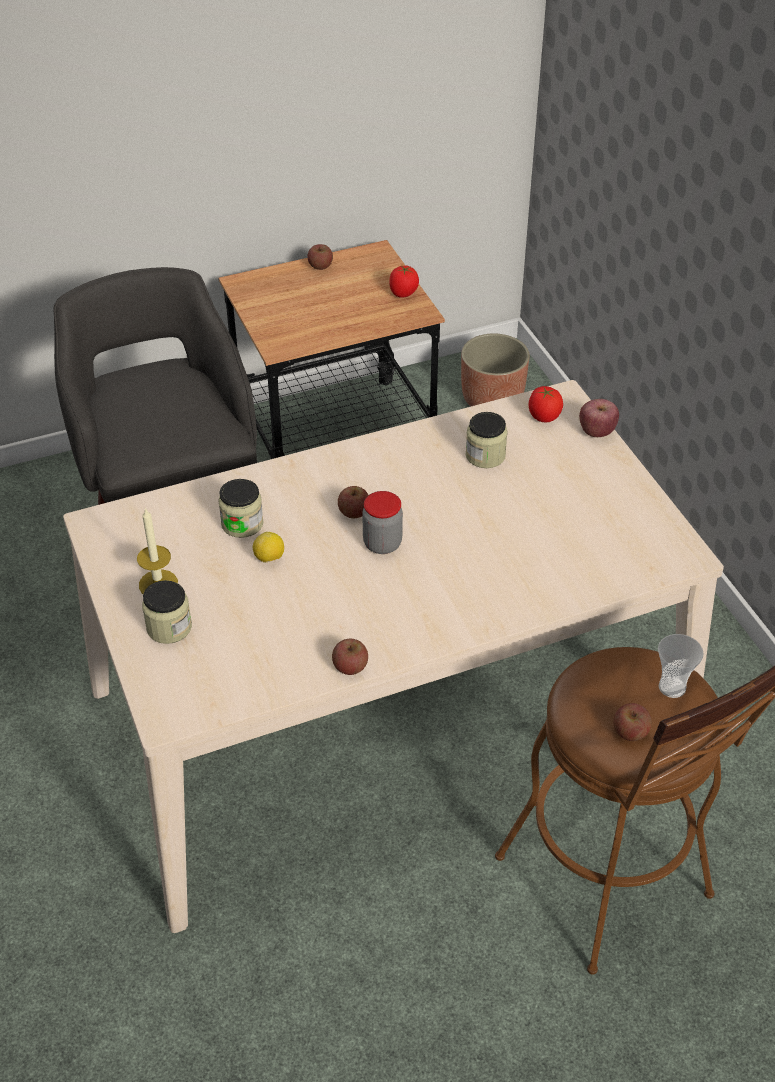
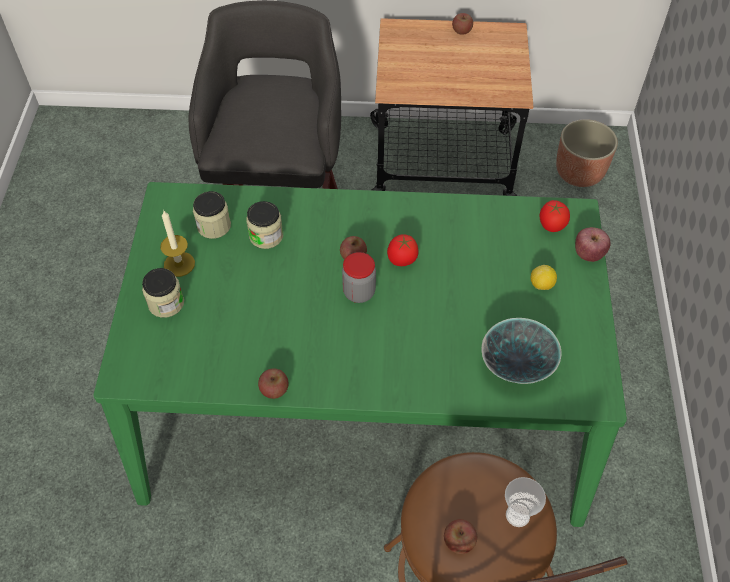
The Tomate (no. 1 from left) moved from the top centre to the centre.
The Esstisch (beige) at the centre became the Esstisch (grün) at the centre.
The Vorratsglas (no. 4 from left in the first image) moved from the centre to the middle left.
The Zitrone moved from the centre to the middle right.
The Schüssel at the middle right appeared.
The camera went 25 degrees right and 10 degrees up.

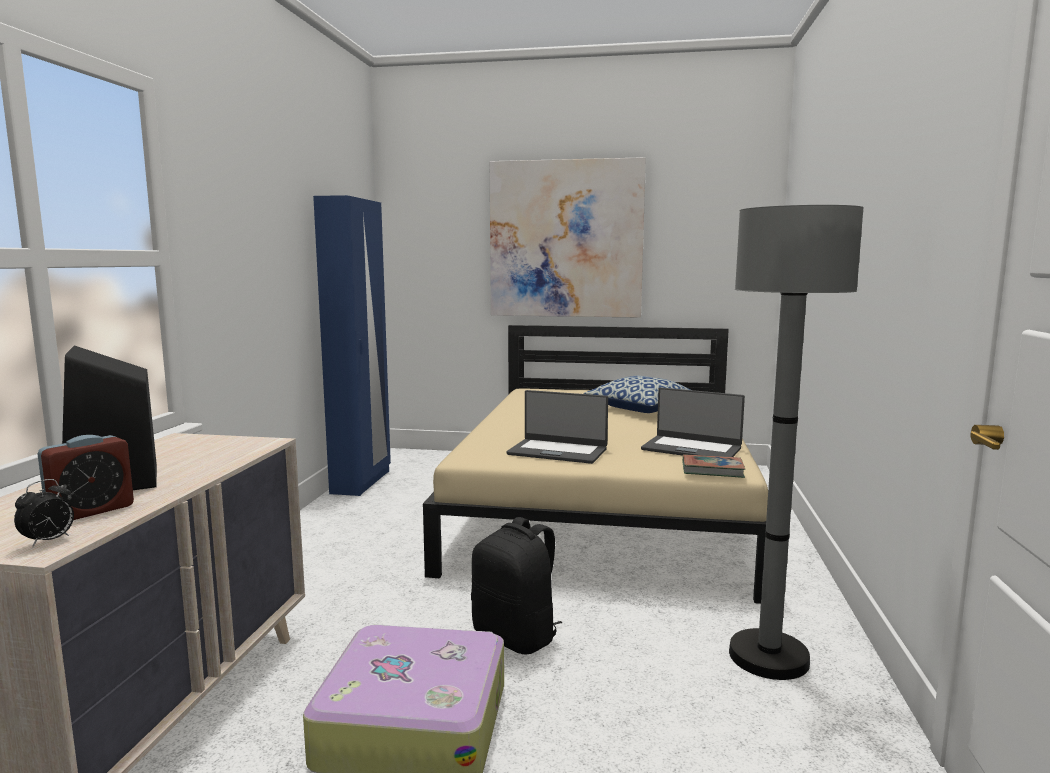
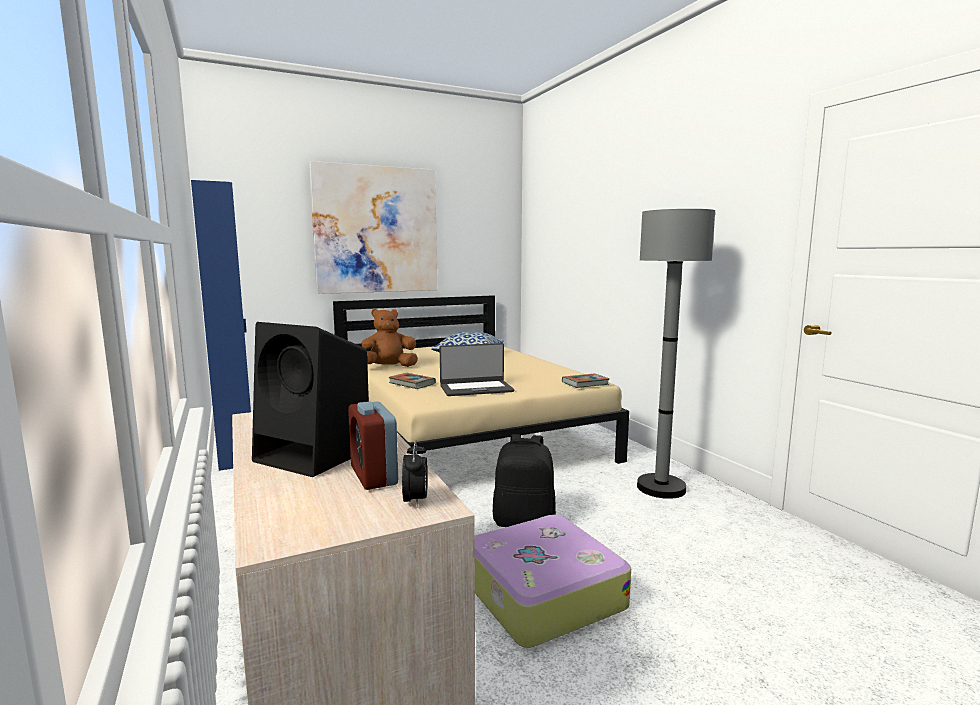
The Laptop (no. 2 from left) at the centre disappeared.
The Wecker (no. 2 from left in the first image) at the middle left turned 150 degrees clockwise.
The Plüschtier (braun) at the centre appeared.
The Buch (no. 1 from left) at the centre appeared.
The camera went 35 degrees left and 0 degrees up.

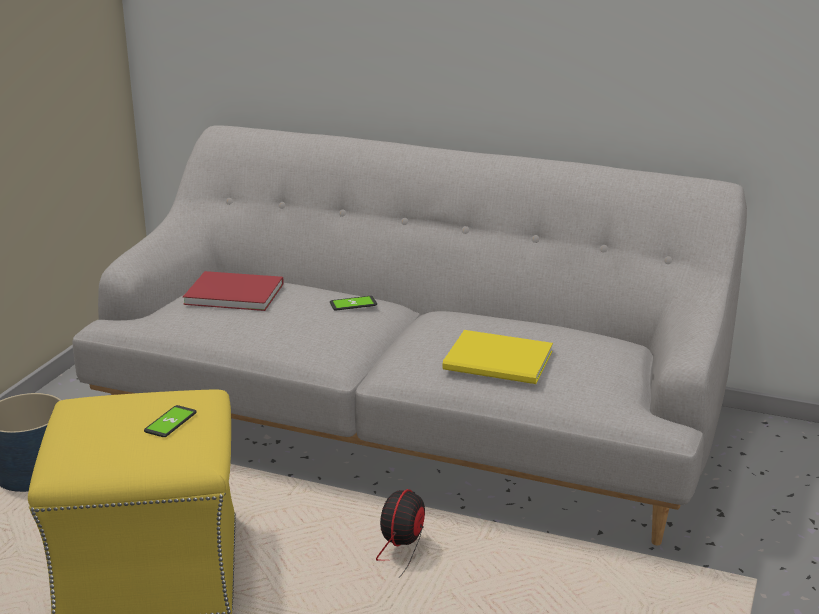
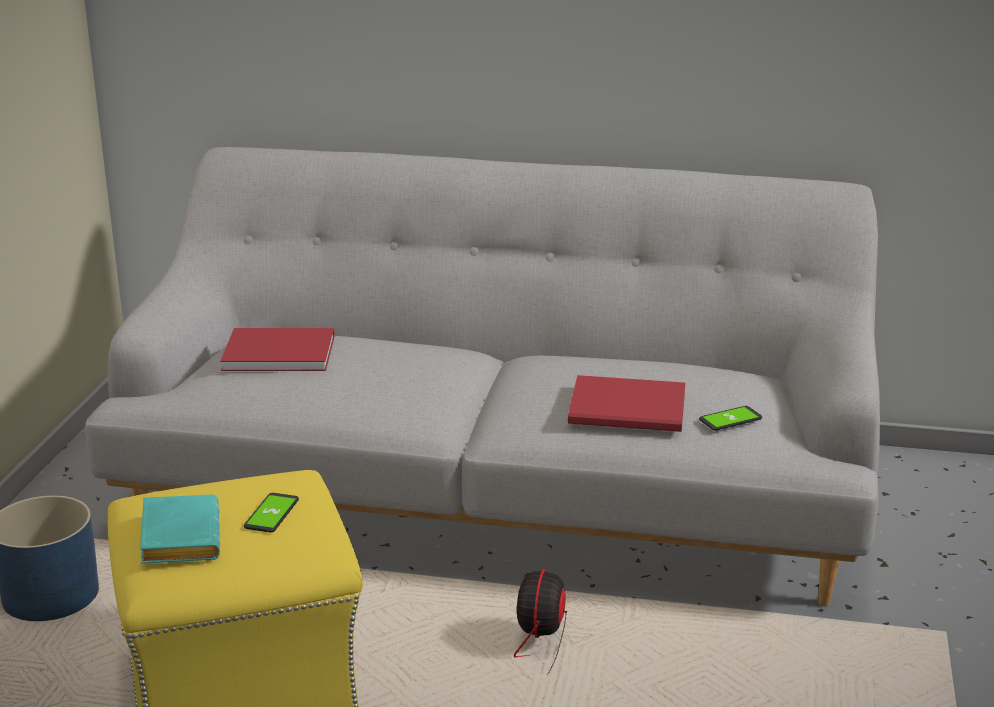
The Handy (no. 2 from left) moved from the centre to the middle right.
The Buch (gelb) at the centre became the Buch (rot) (no. 2 from left) at the centre.
The Buch (türkis) at the bottom left appeared.
The camera went 10 degrees left and 0 degrees up.

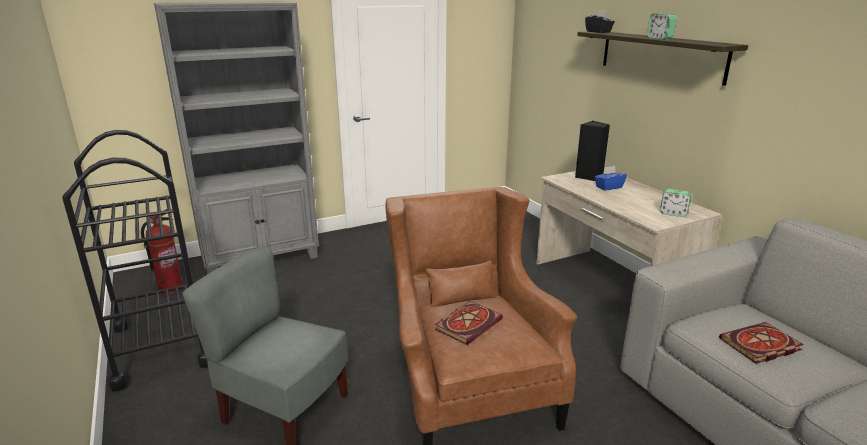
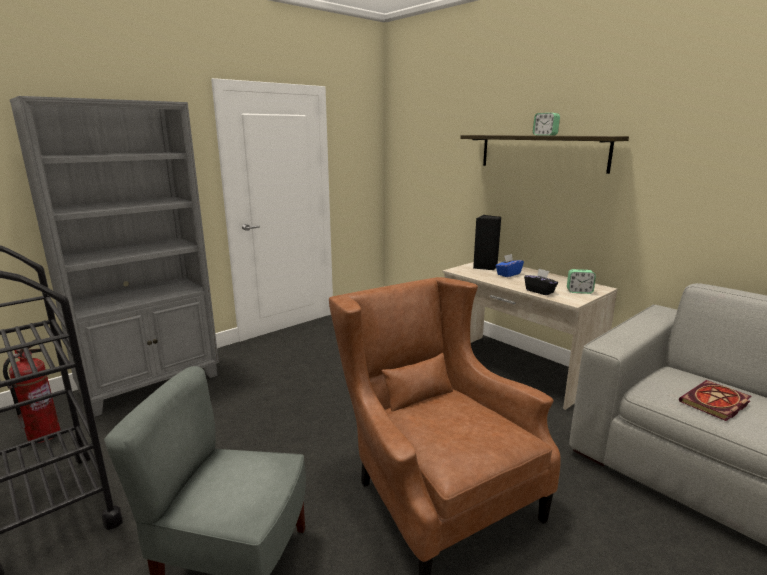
The Taschentuchbox (schwarz) moved from the top right to the middle right.
The Buch (no. 1 from left) at the bottom centre disappeared.
The camera went 15 degrees left and 5 degrees down.

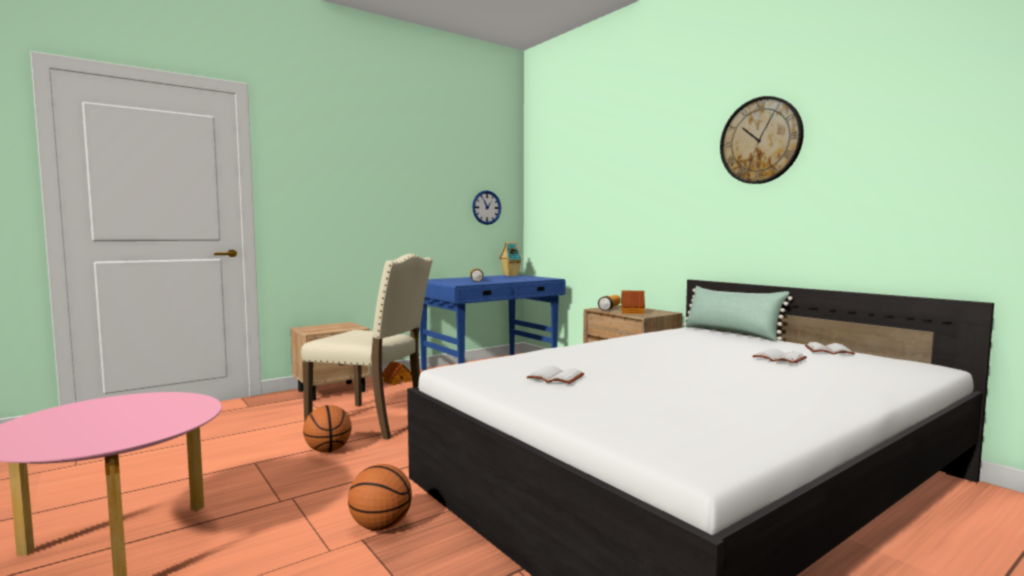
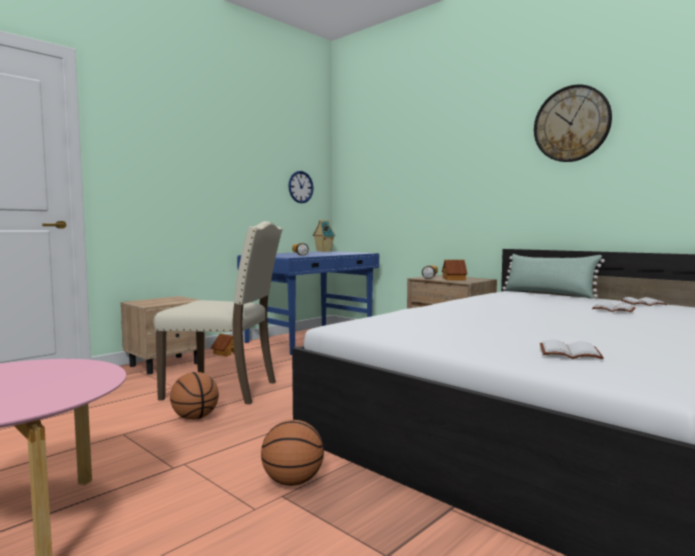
The Buch (weiß) (no. 1 from left) moved from the centre to the middle right.
The camera went 10 degrees left and 0 degrees up.

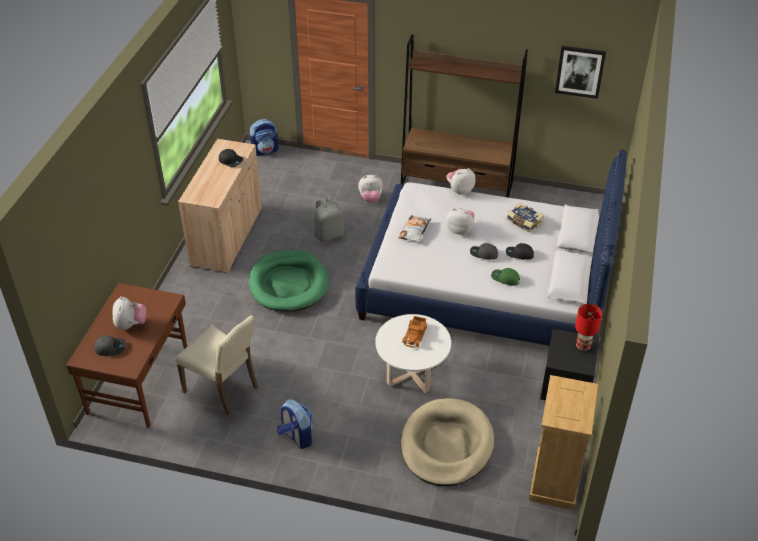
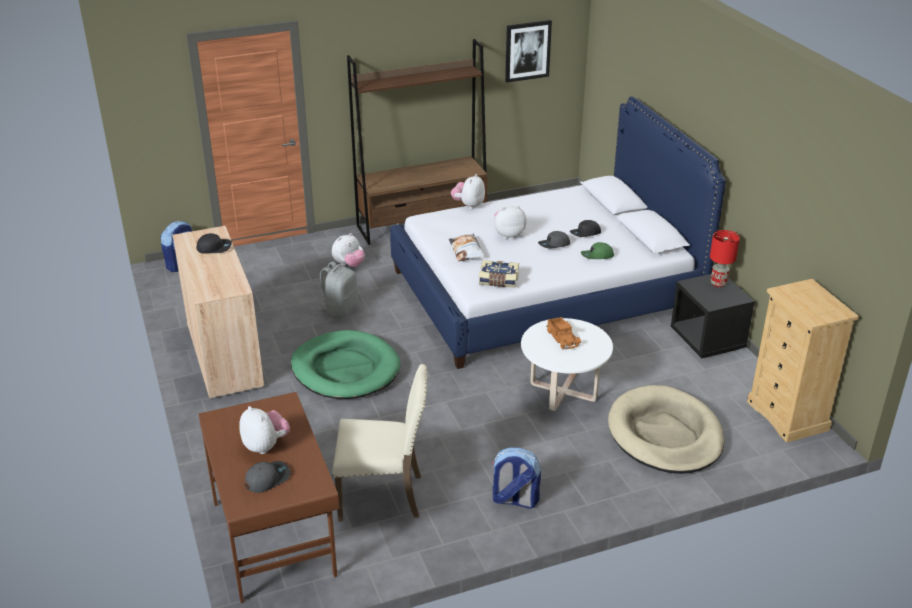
The Buch moved from the middle right to the centre.
The camera went 35 degrees left and 10 degrees down.

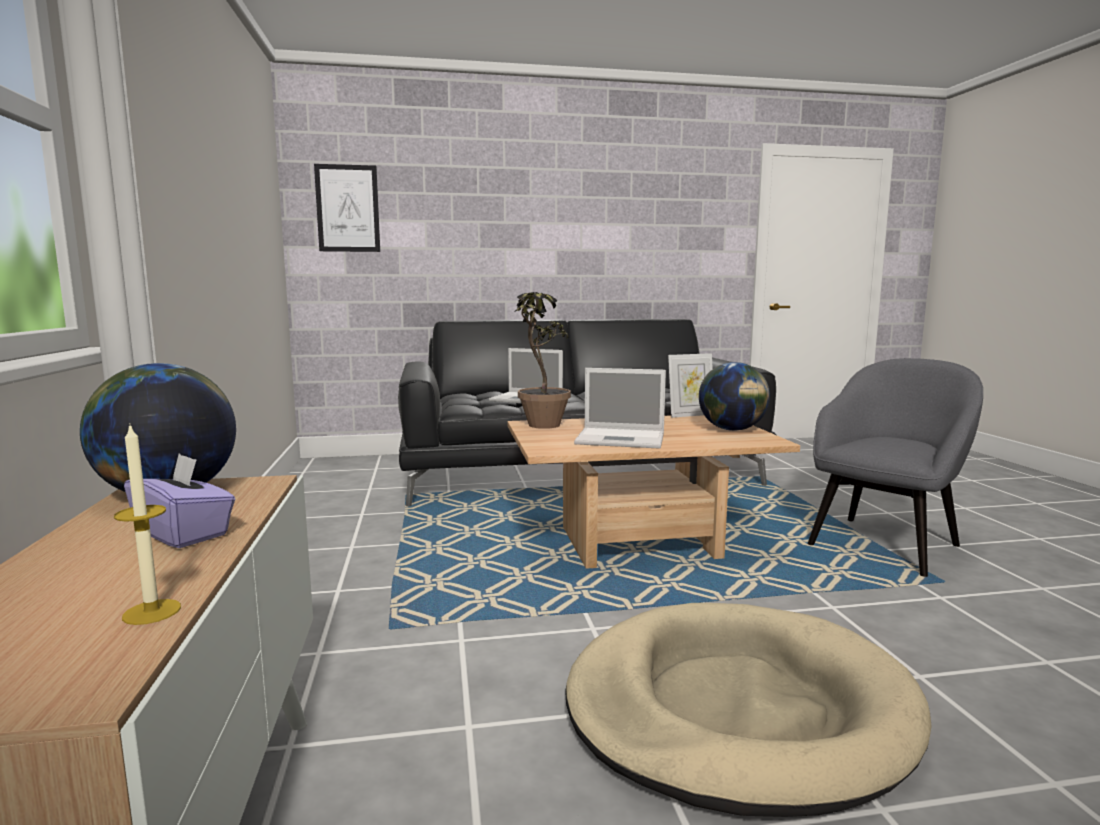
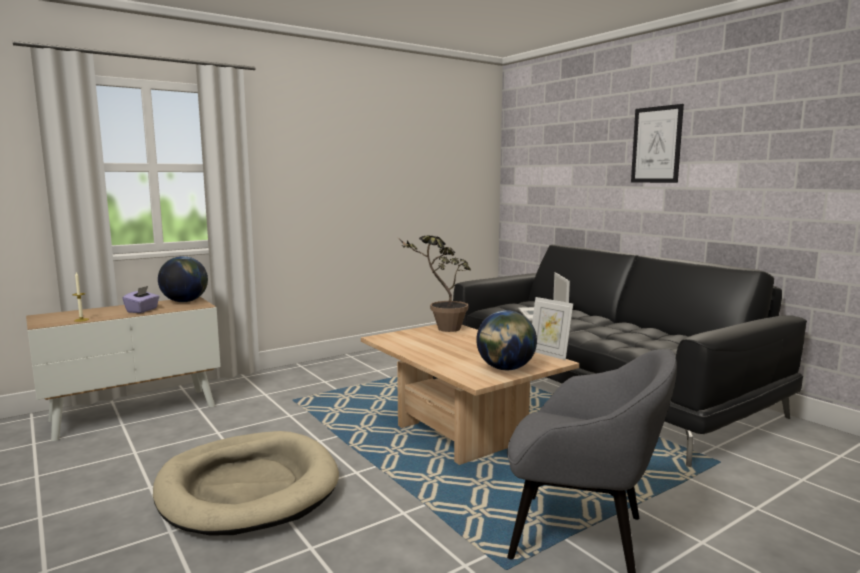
The Bild moved from the top left to the top right.
The Laptop (no. 2 from left) at the centre disappeared.
The camera went 65 degrees right and 0 degrees up.

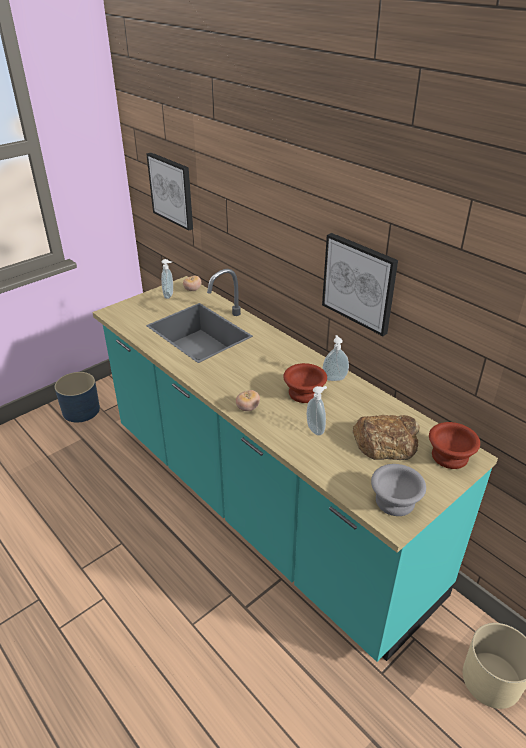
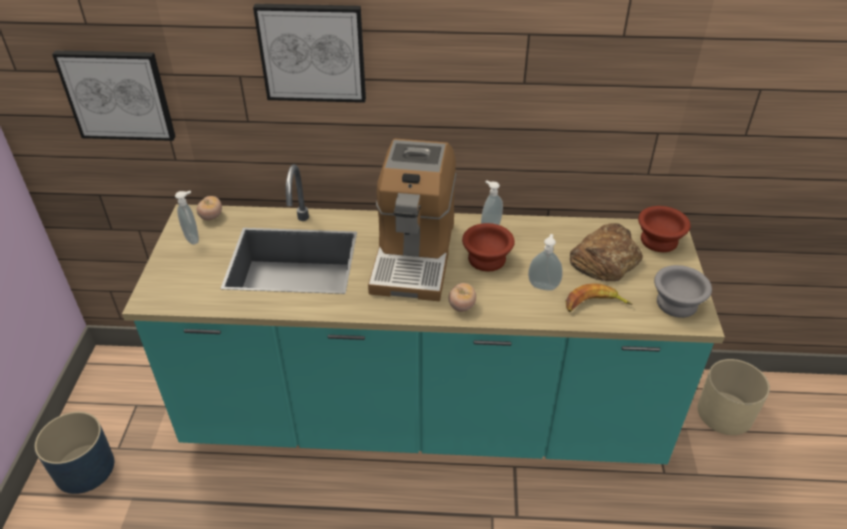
The Bild (no. 2 from left) moved from the middle right to the top centre.
The Kaffeemaschine at the centre appeared.
The Banane at the middle right appeared.
The camera went 45 degrees left and 5 degrees up.

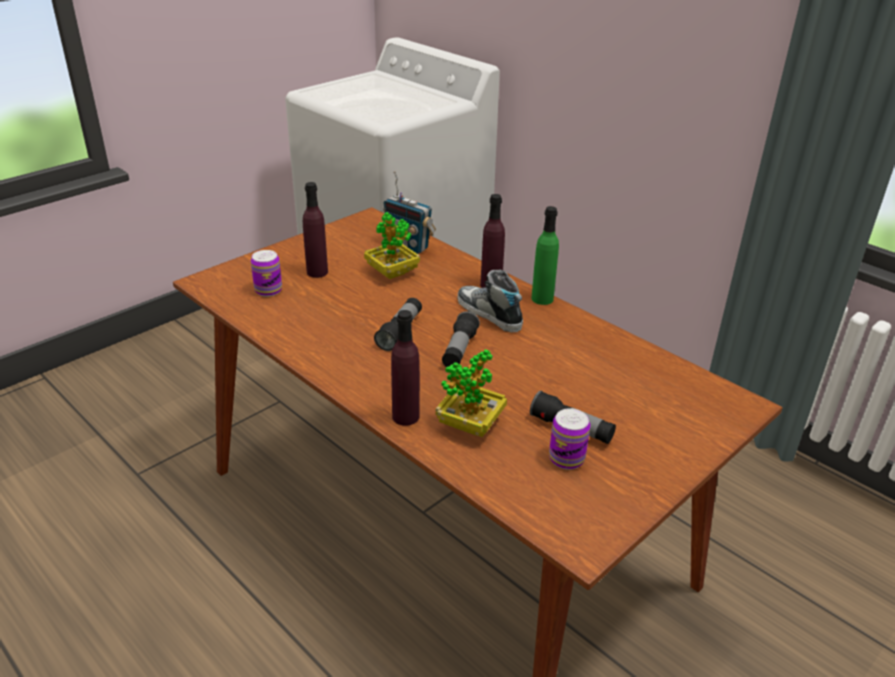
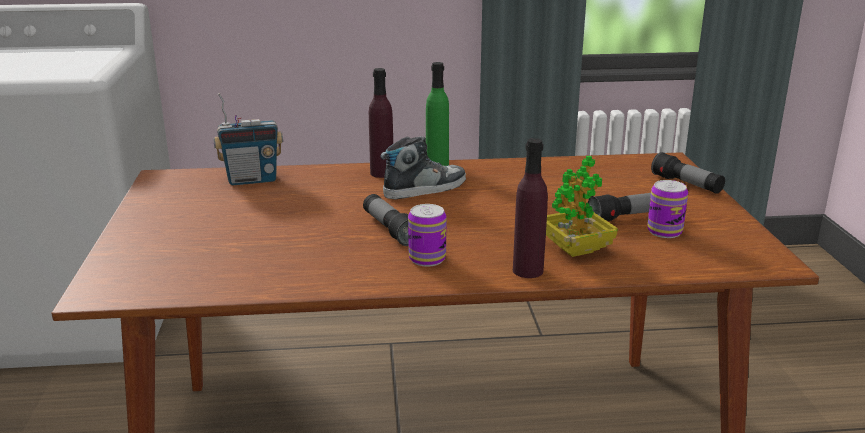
The Flasche (lila) (no. 1 from left) at the centre disappeared.
The Topfpflanze (no. 1 from left) at the centre disappeared.
The Dose (no. 1 from left) moved from the middle left to the centre.
The Schuh at the centre turned 150 degrees clockwise.
The Taschenlampe (no. 2 from left in the first image) moved from the centre to the middle right.
The camera went 50 degrees left and 10 degrees down.

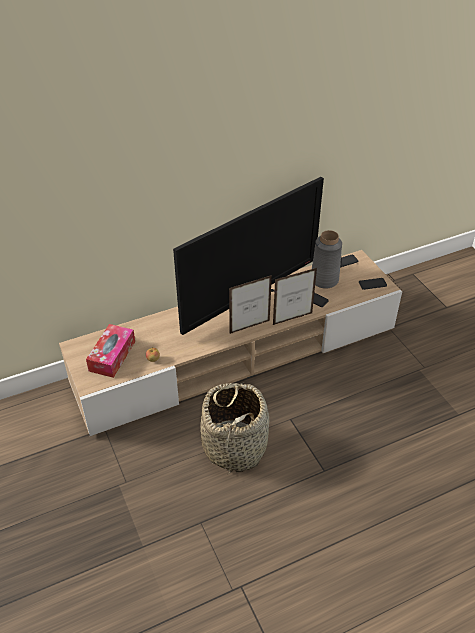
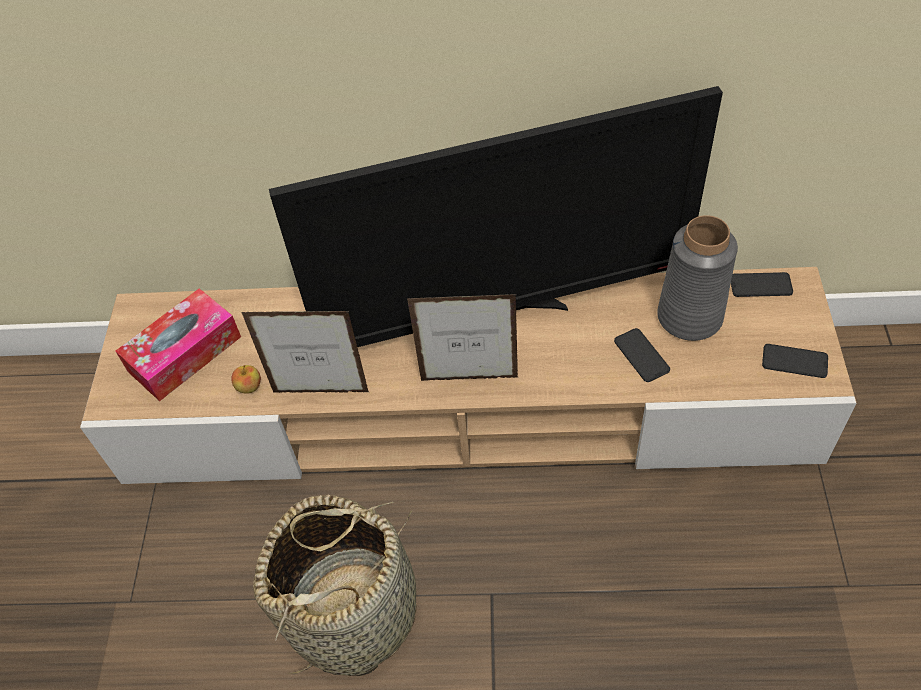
The Bilderrahmen (no. 2 from left in the first image) moved from the centre to the middle left.
The camera went 30 degrees right and 10 degrees up.

